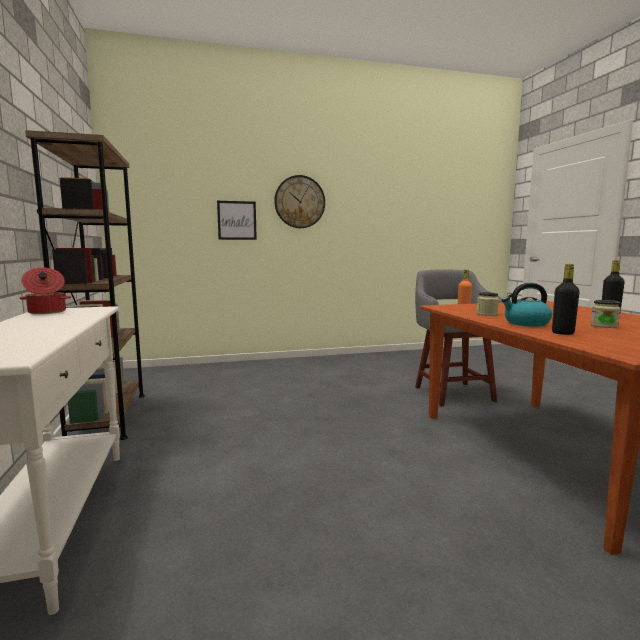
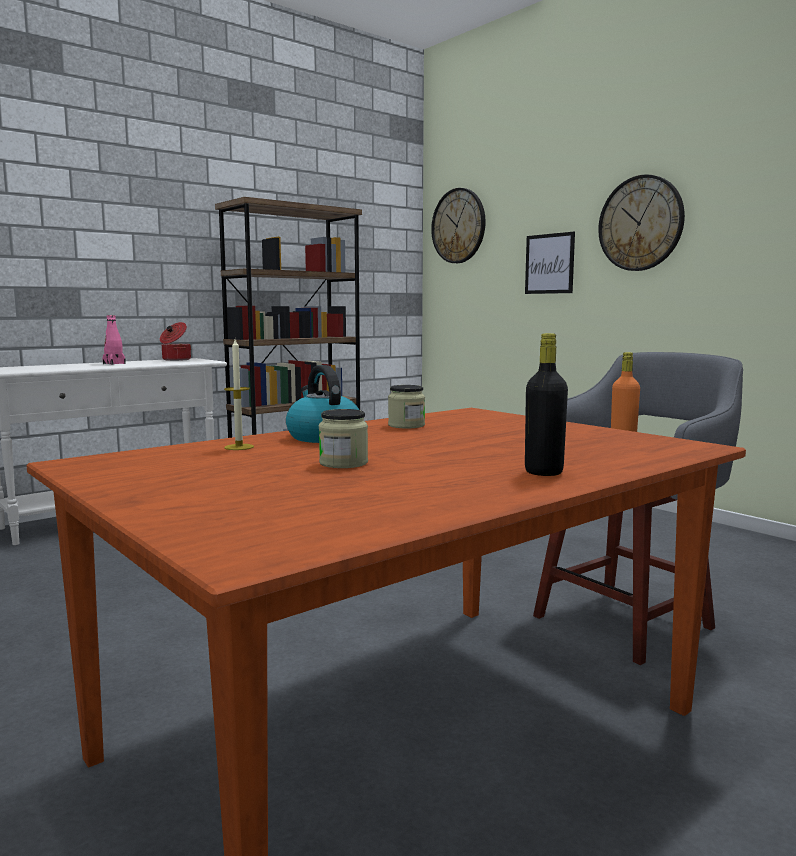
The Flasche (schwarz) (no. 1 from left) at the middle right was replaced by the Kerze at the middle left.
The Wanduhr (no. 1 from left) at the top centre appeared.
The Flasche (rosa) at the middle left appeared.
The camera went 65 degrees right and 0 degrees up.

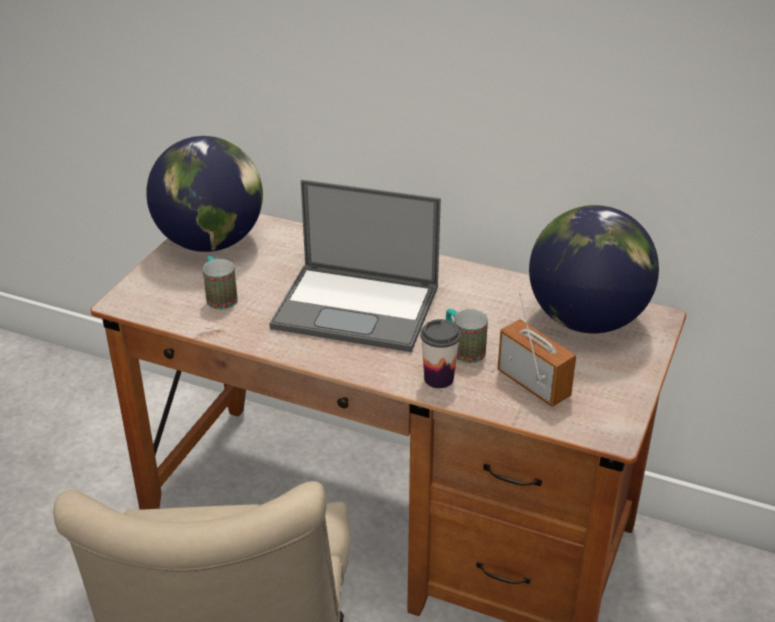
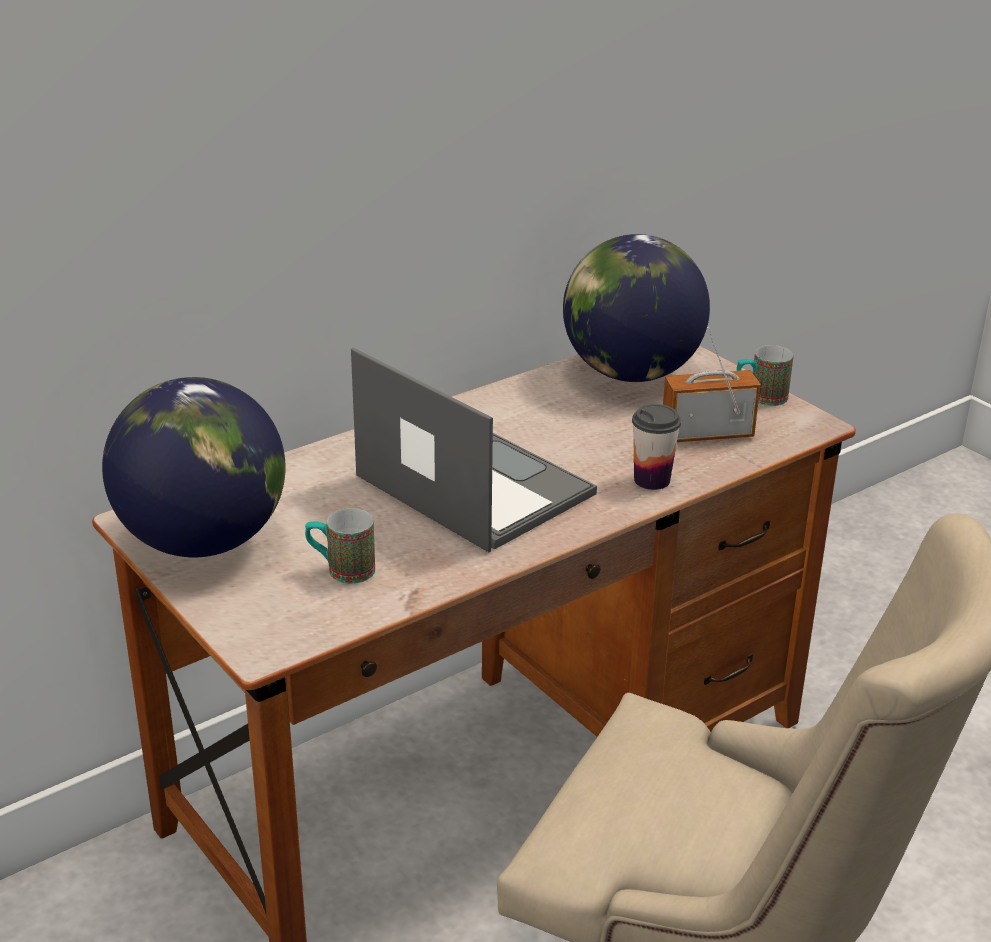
The Laptop at the centre turned 90 degrees counterclockwise.
The Henkelbecher (no. 2 from left) moved from the centre to the middle right.
The camera went 60 degrees left and 5 degrees down.

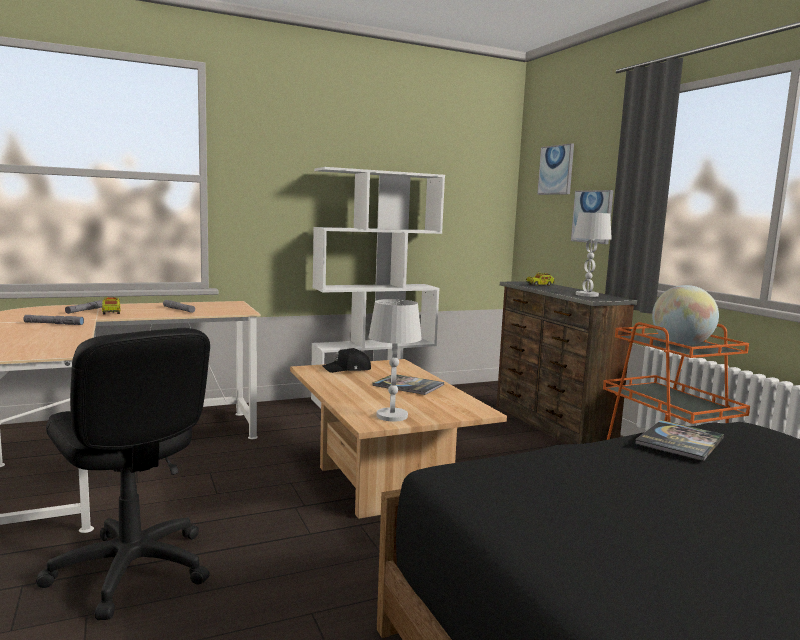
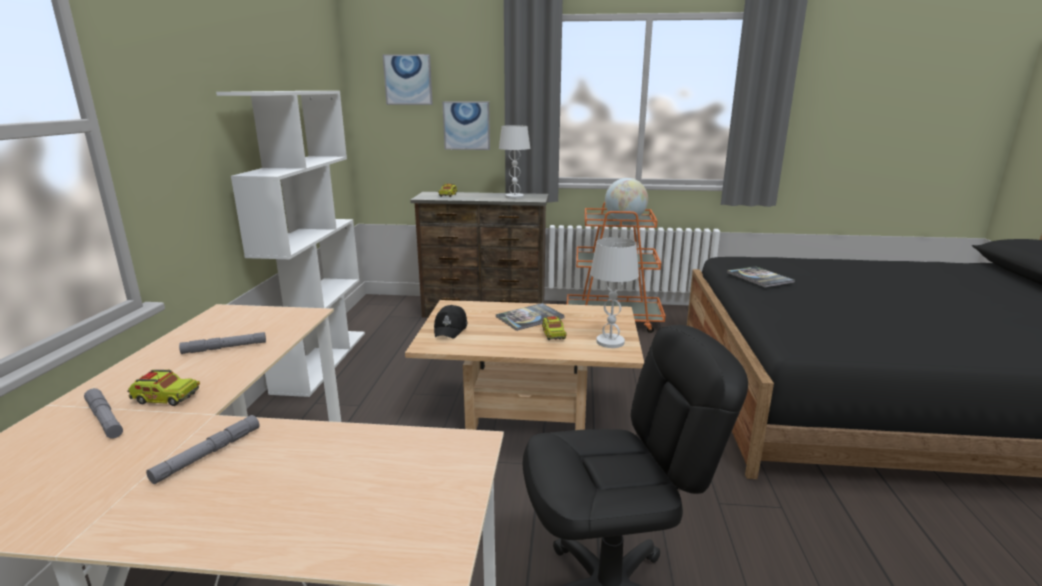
The Spielzeuglaster (no. 3 from left) at the centre appeared.
The camera went 60 degrees left and 10 degrees up.

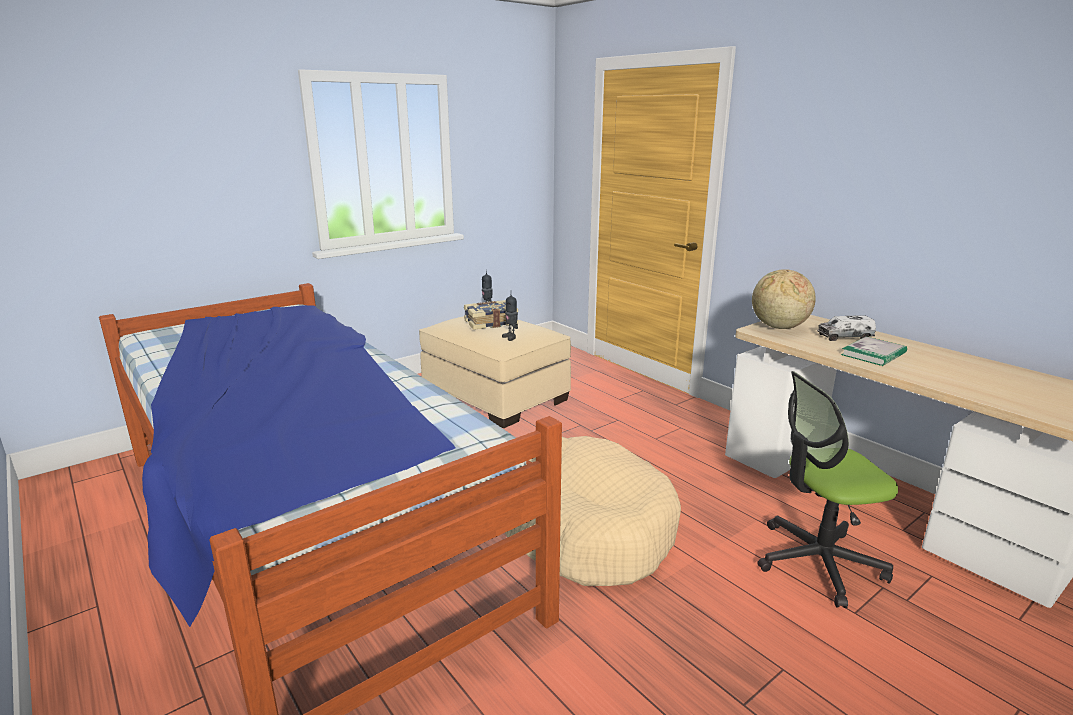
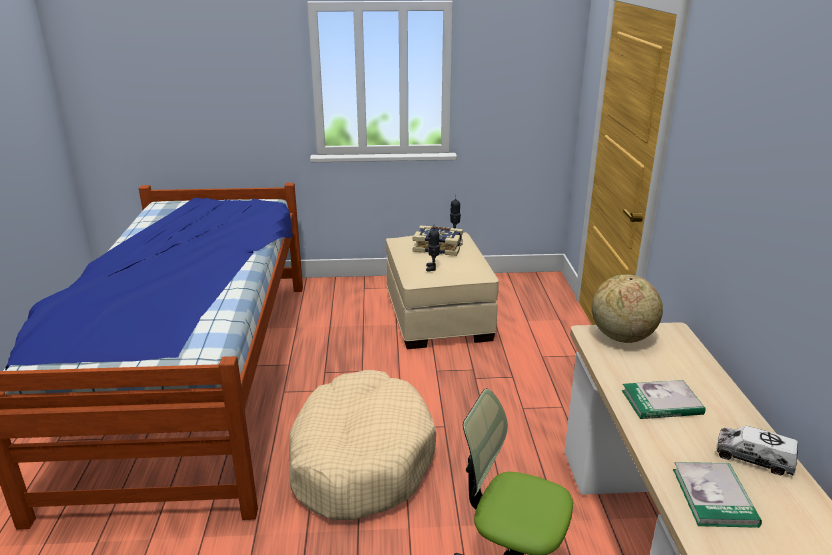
The Spielzeuglaster moved from the middle right to the bottom right.
The Buch (no. 3 from left) at the bottom right appeared.
The camera went 35 degrees right and 5 degrees up.

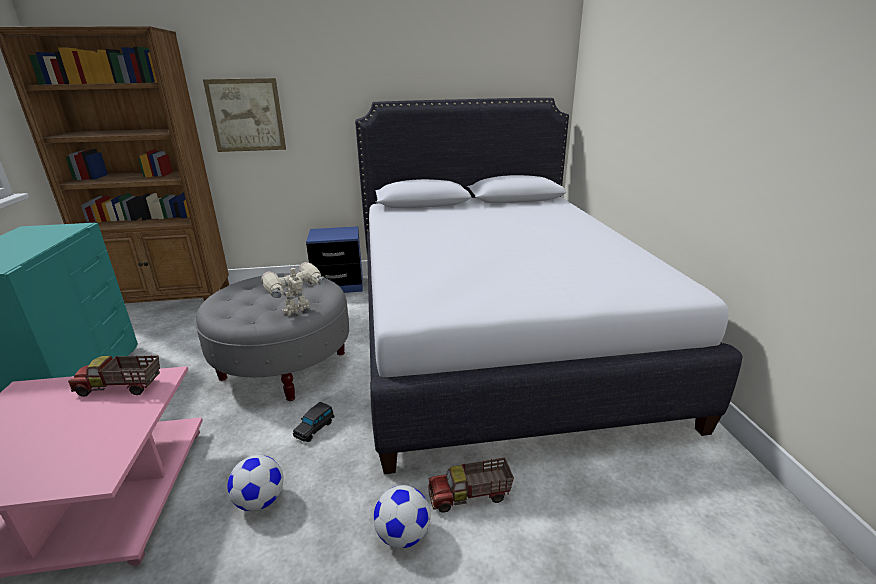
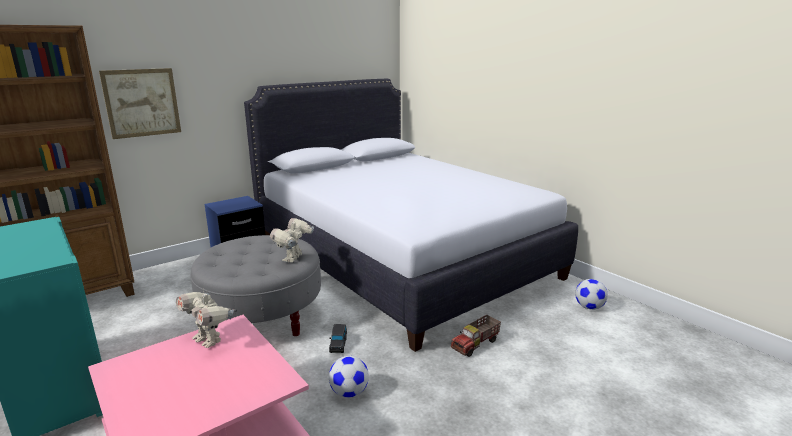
The Spielzeuglaster (no. 1 from left) at the middle left was replaced by the Spielzeugroboter (no. 1 from left) at the bottom left.
The Fußball (no. 2 from left) moved from the bottom centre to the bottom right.
The camera went 30 degrees left and 5 degrees down.

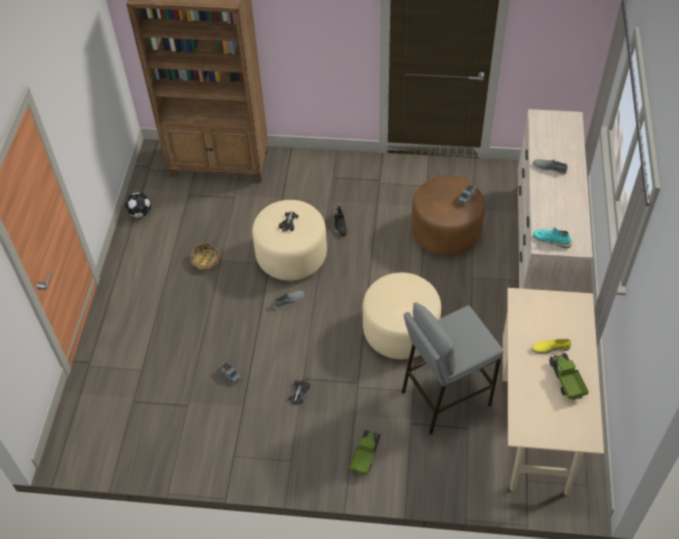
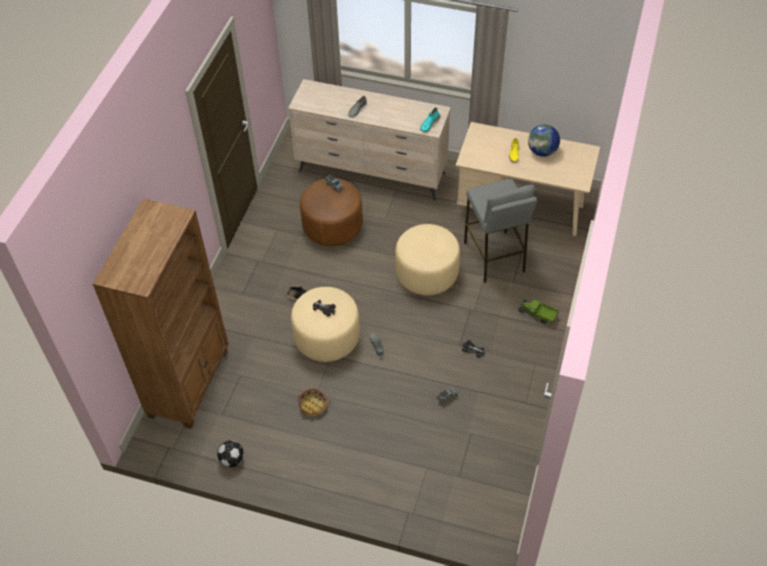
The Spielzeuglaster (no. 2 from left) at the bottom right was replaced by the Globus at the top right.
The camera went 80 degrees left and 0 degrees up.

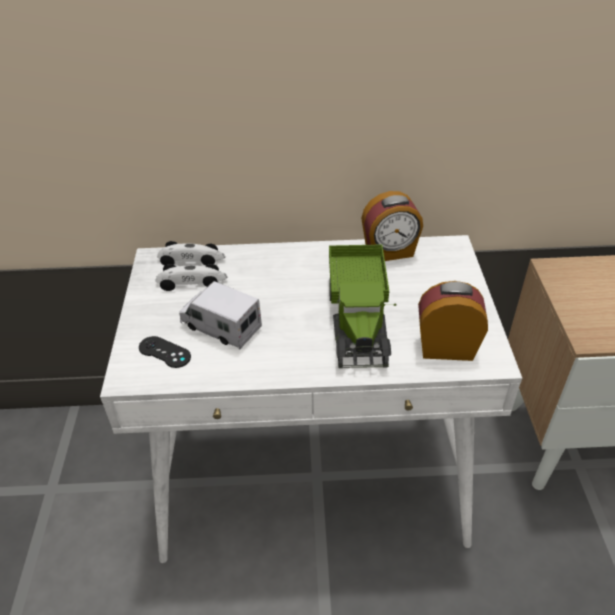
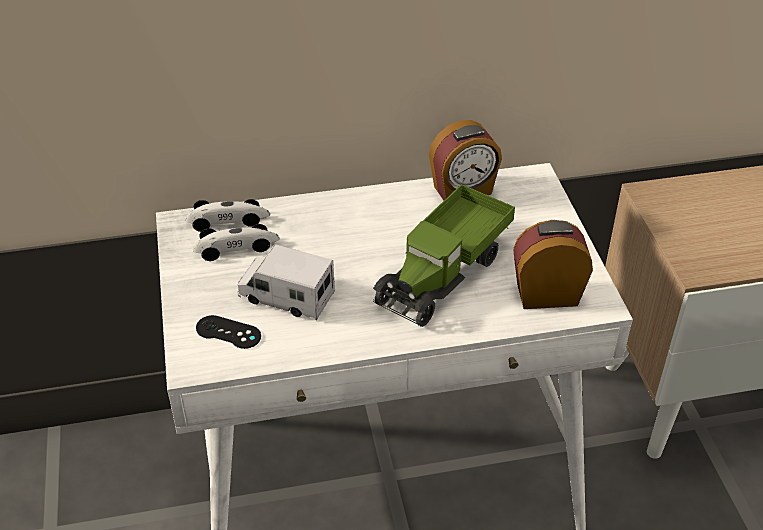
The Spielzeuglaster (no. 2 from left) at the centre turned 45 degrees clockwise.
The camera went 10 degrees left and 0 degrees up.

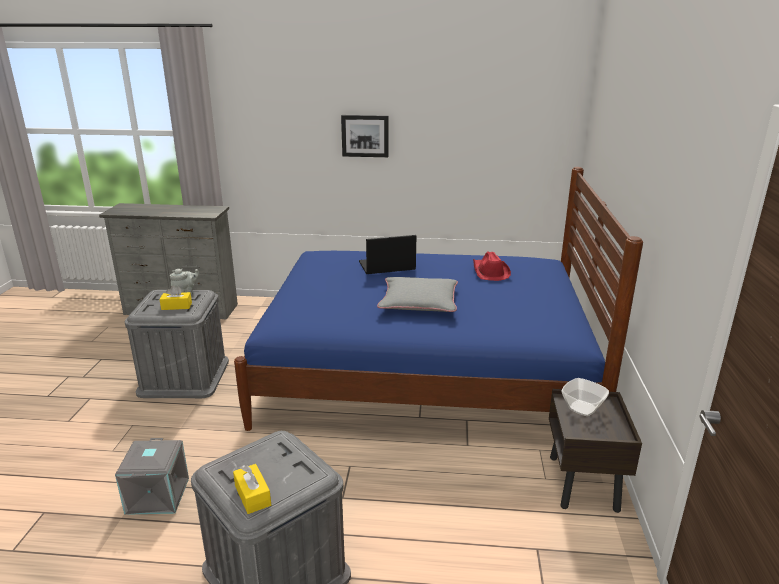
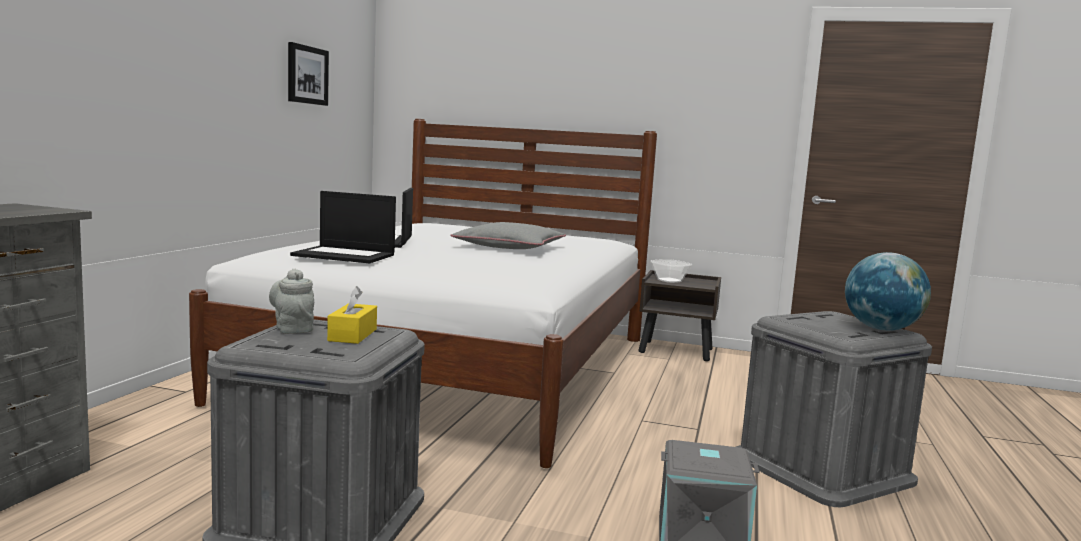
The Bild moved from the top centre to the top left.
The Bett (blau) at the centre became the Bett (weiß) at the centre.
The Hut (rot) at the centre disappeared.
The Taschentuchbox (gelb) (no. 2 from left) at the bottom left was replaced by the Globus at the middle right.
The Laptop (no. 1 from left) at the middle left appeared.
The camera went 80 degrees left and 15 degrees down.

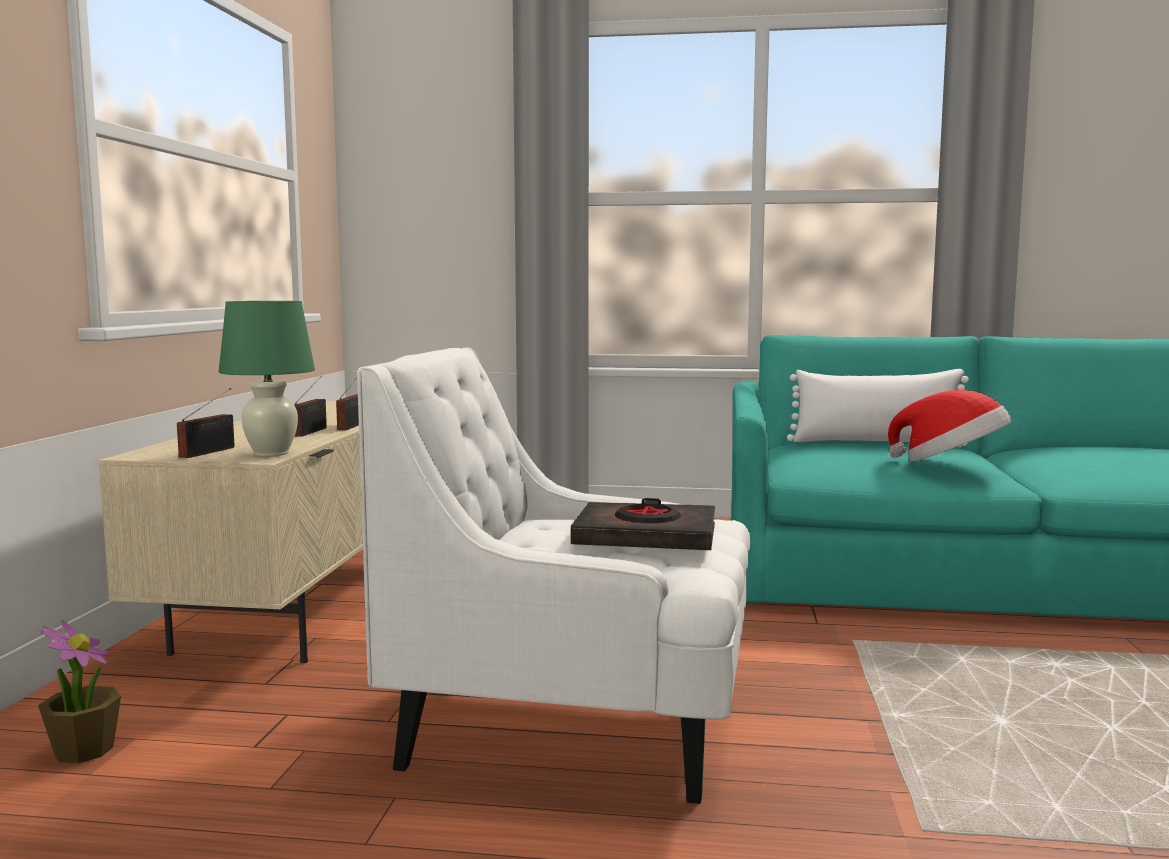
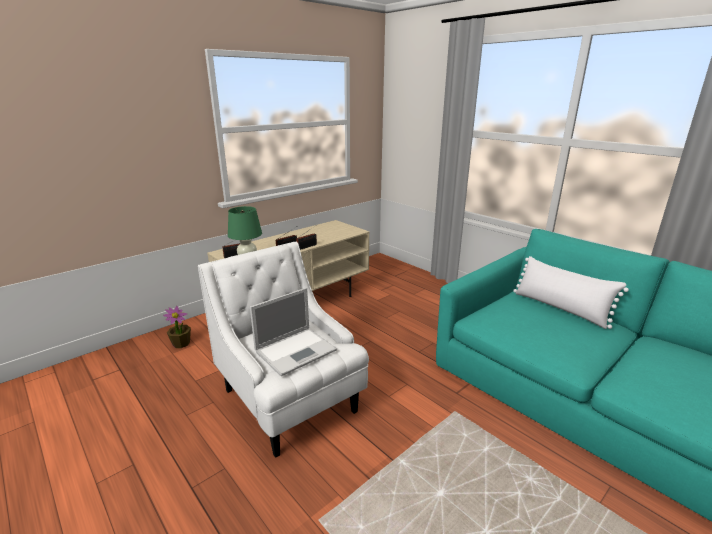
The Hut at the middle right disappeared.
The Buch (schwarz) at the centre was replaced by the Laptop at the centre.
The camera went 40 degrees right and 15 degrees up.

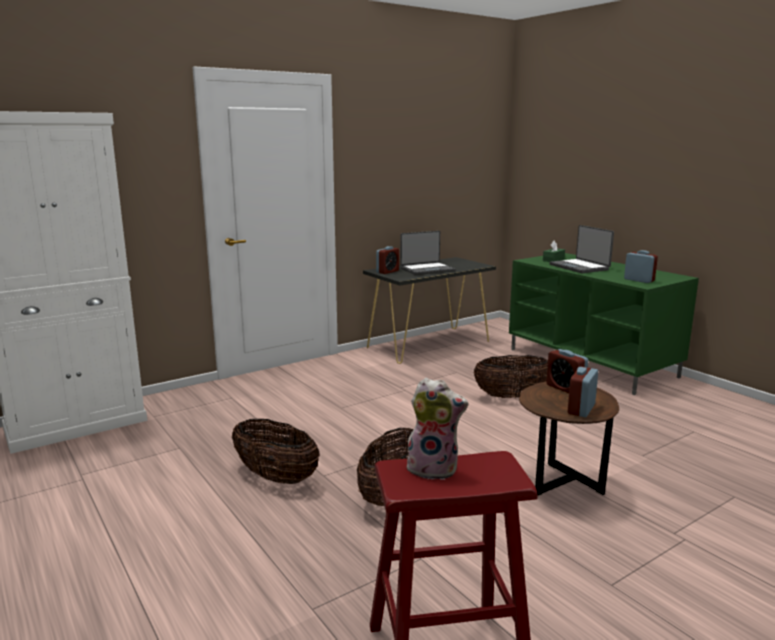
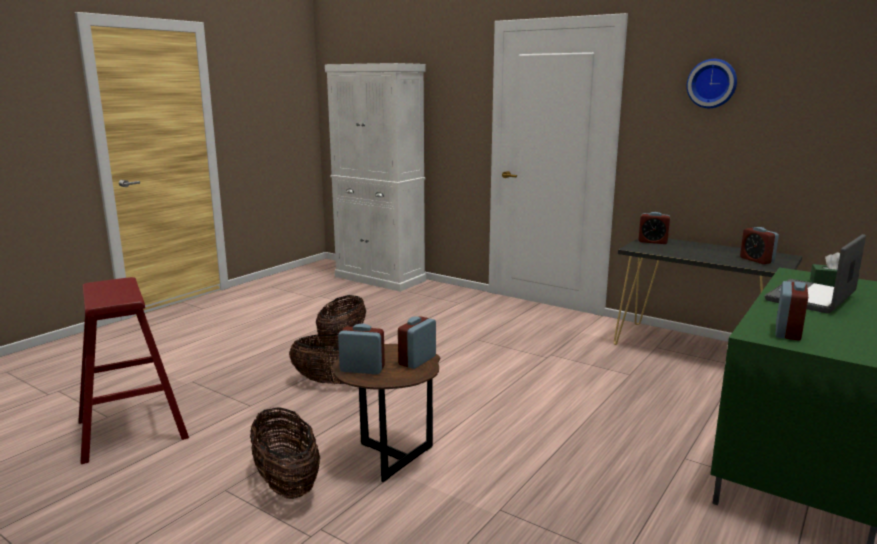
The Laptop (no. 1 from left) at the centre disappeared.
The Korb (no. 3 from left in the first image) moved from the centre to the bottom left.
The Plüschtier at the bottom centre disappeared.
The Wanduhr at the top right appeared.
The Wecker (no. 4 from left) at the middle right appeared.
The camera went 70 degrees right and 0 degrees up.

